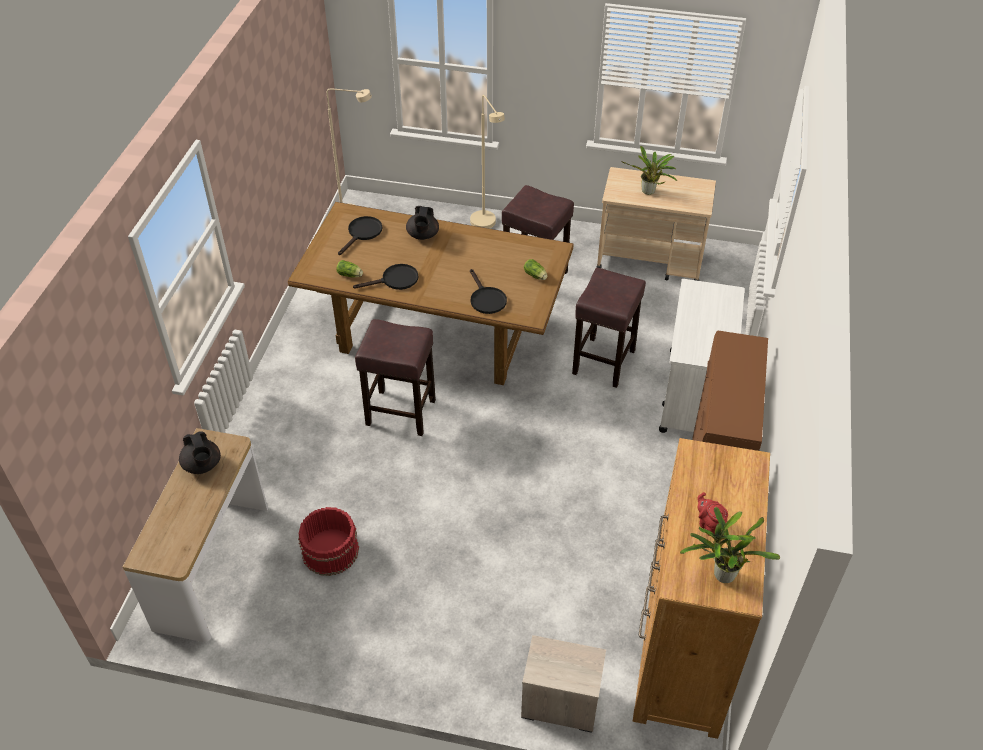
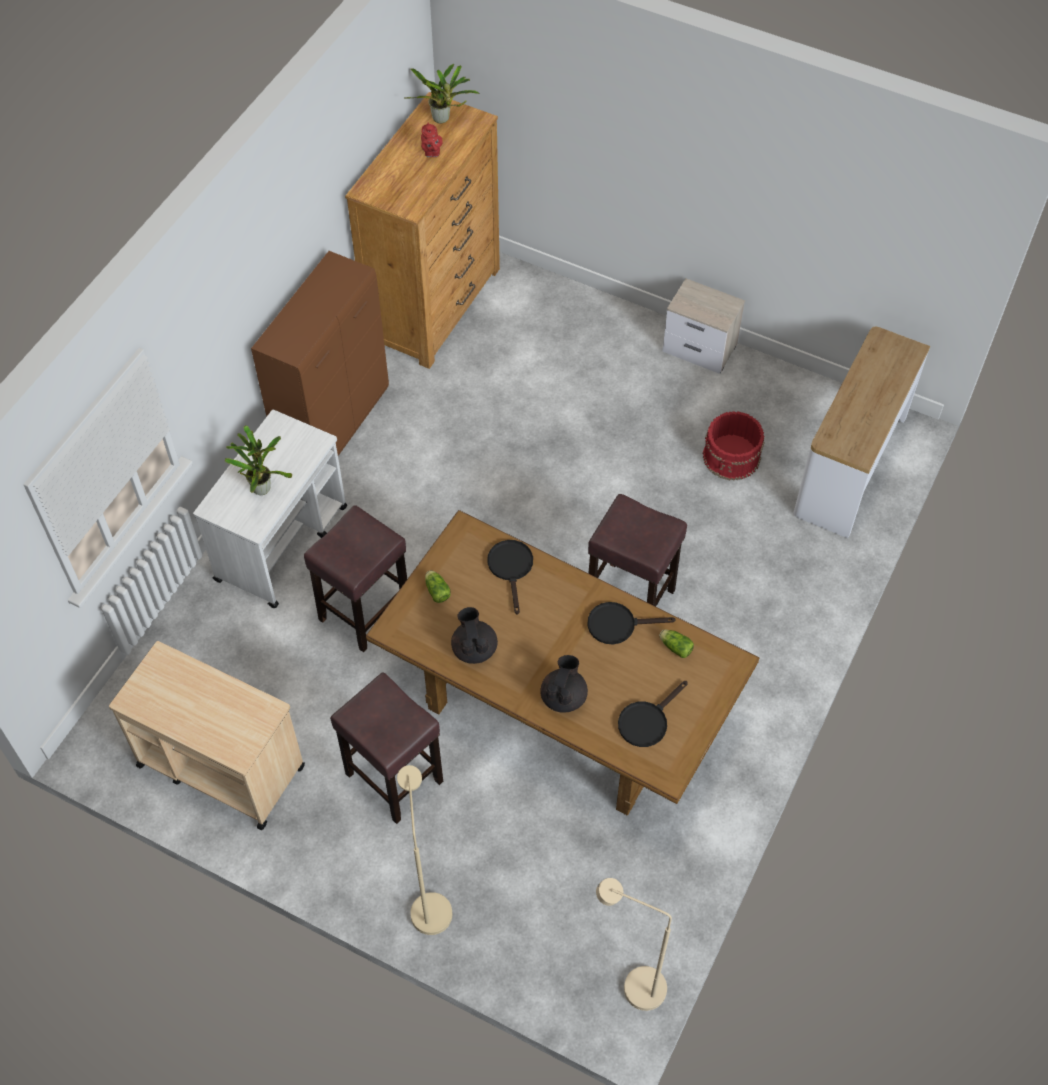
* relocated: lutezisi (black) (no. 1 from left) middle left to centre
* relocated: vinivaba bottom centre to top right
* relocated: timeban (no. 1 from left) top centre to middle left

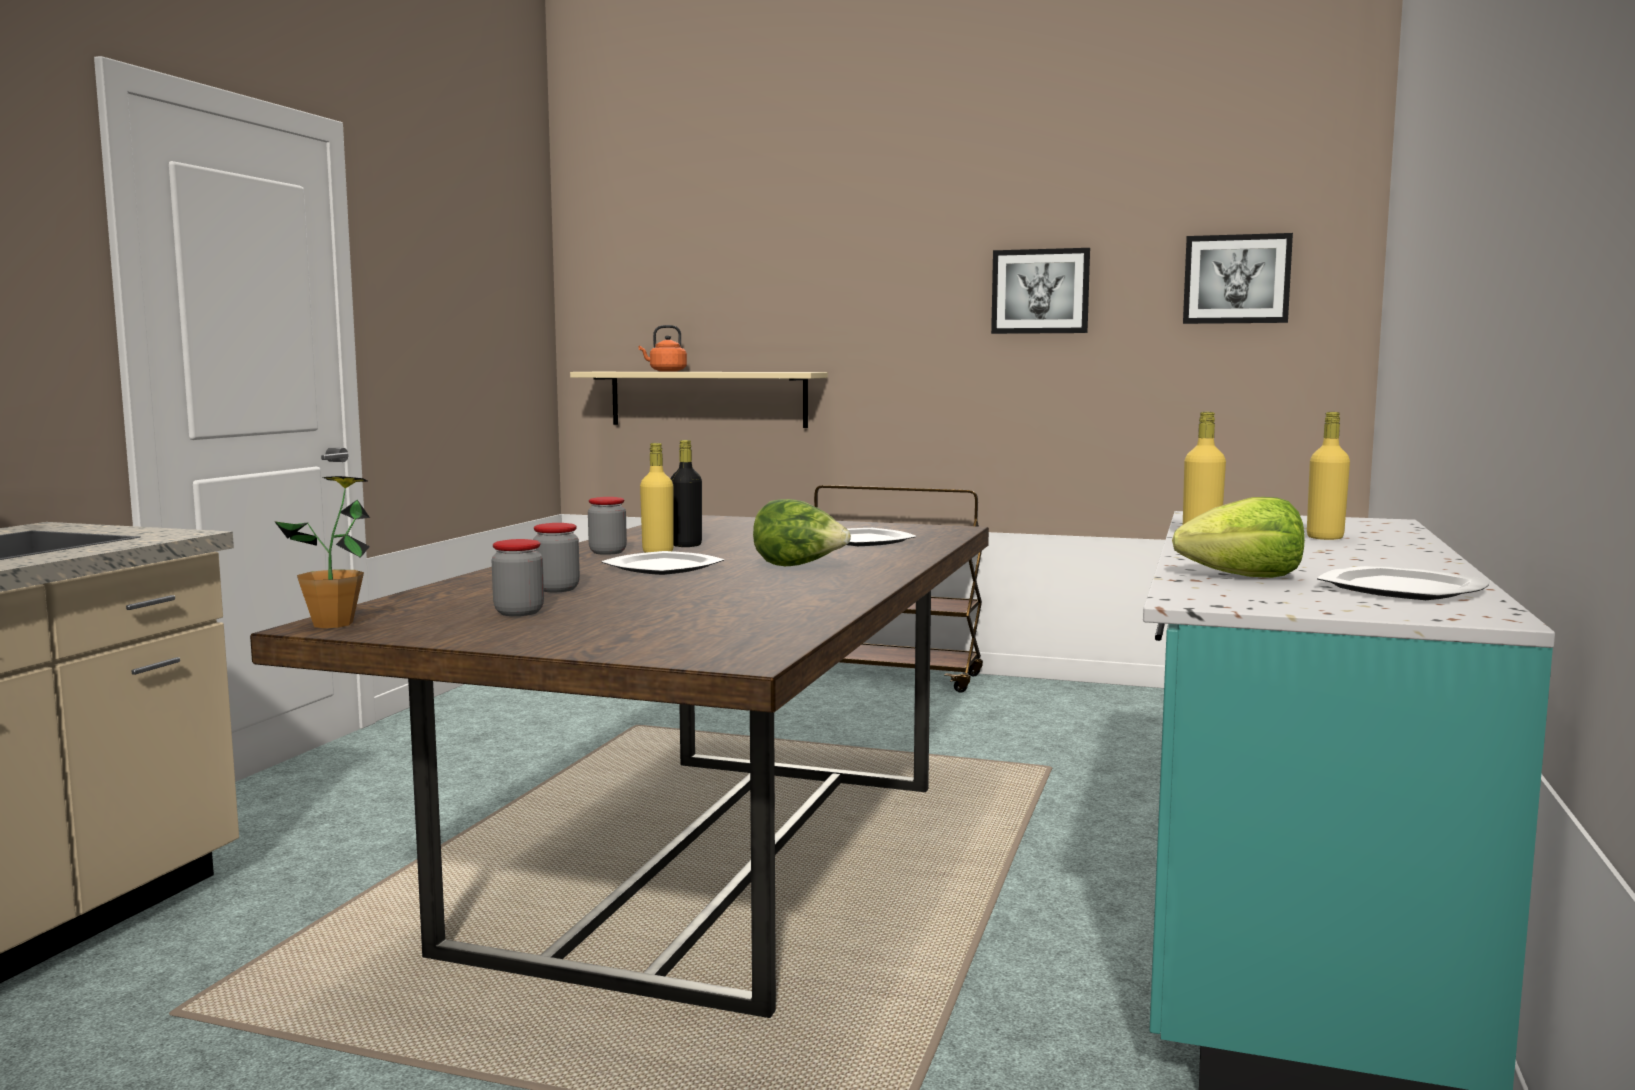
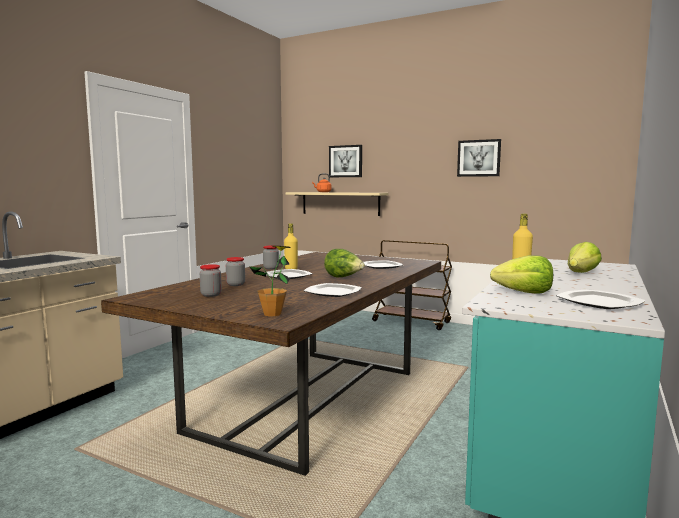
* missing: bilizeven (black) centre
* appeared: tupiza (no. 2 from left) centre
* relocated: timeban middle left to centre
* relocated: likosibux (no. 2 from left in the first image) top right to likosibux (no. 1 from left) top centre
* exchanged: bilizeven (yellow) (no. 3 from left) middle right to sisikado (no. 3 from left) middle right

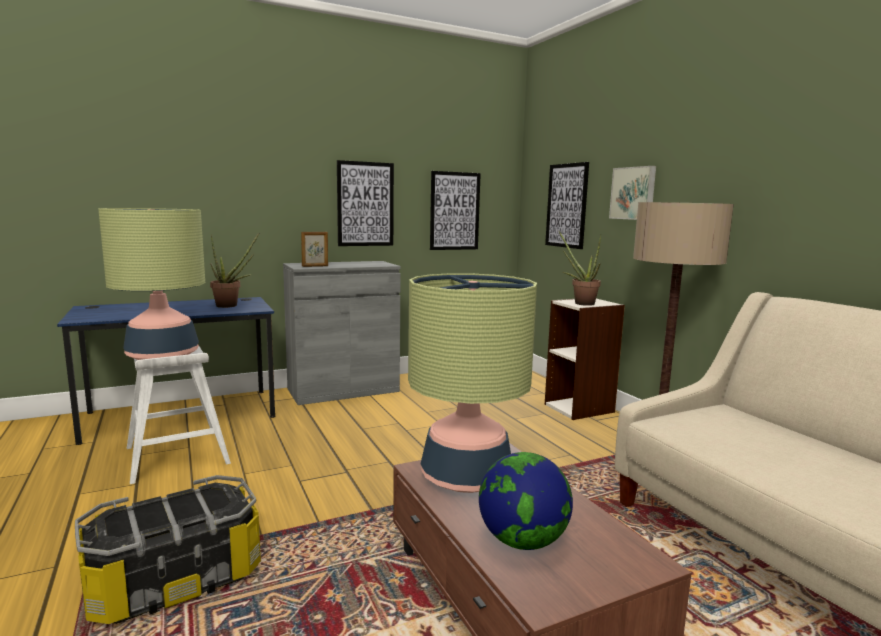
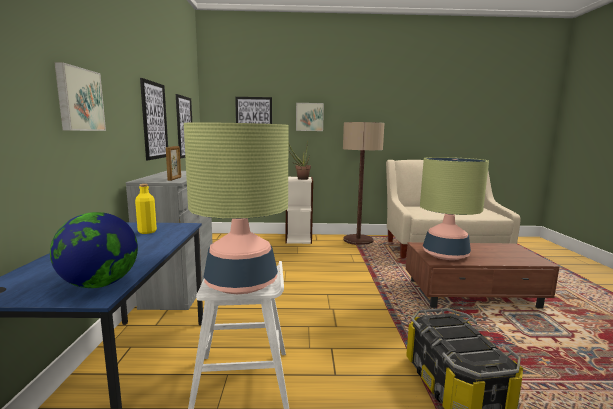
* appeared: likosibux (no. 1 from left) top left
* relocated: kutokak bottom centre to middle left
* exchanged: timeban (no. 1 from left) middle left to bilizeven (yellow) middle left

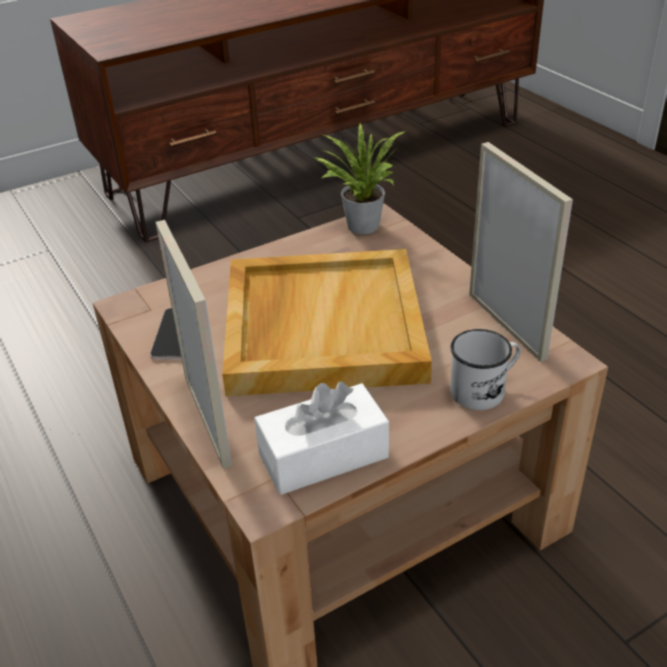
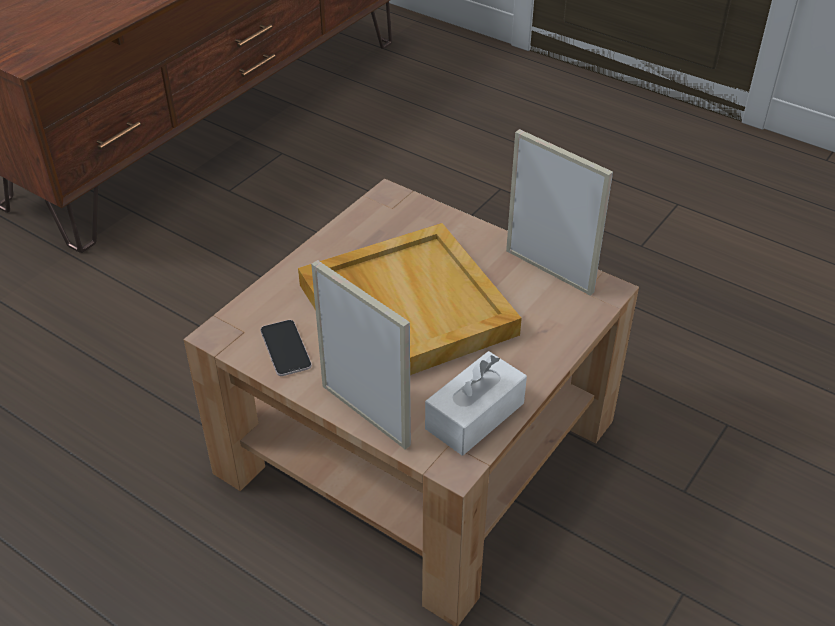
* missing: timeban top centre
* missing: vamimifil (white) middle right

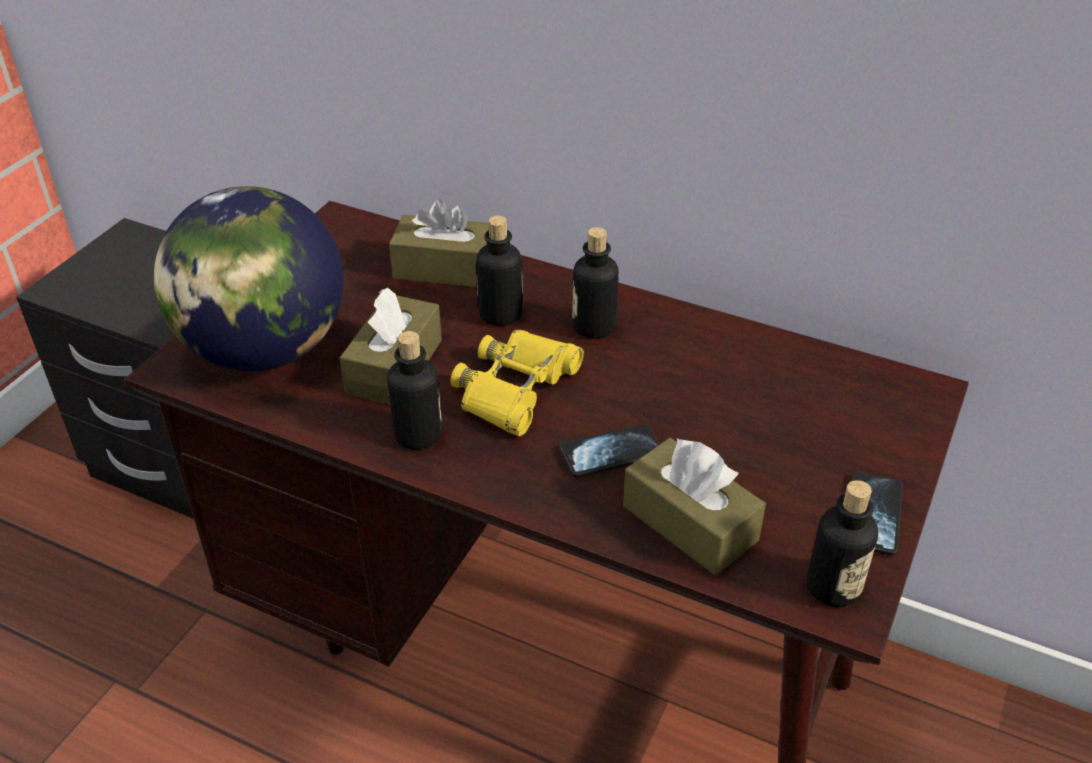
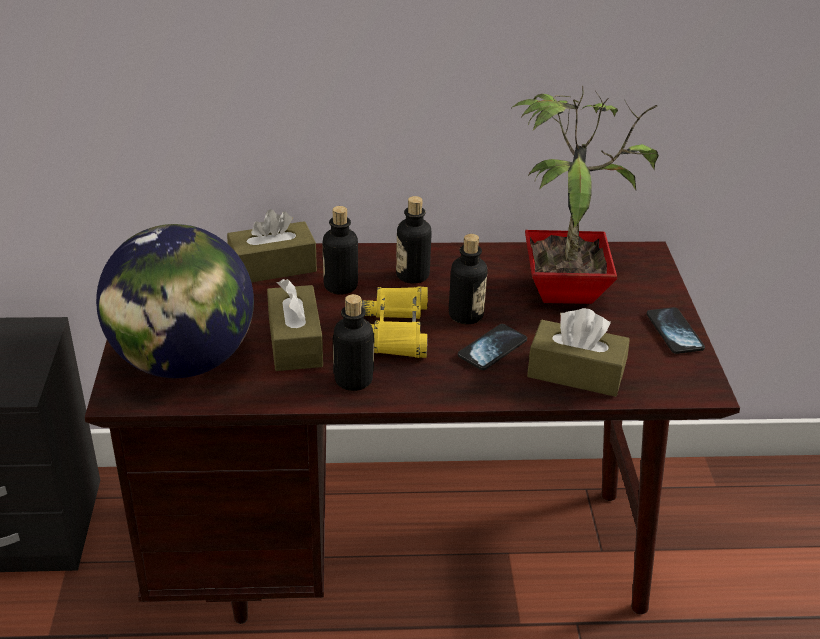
* appeared: timeban top right
* relocated: bilizeven (no. 4 from left) bottom right to centre

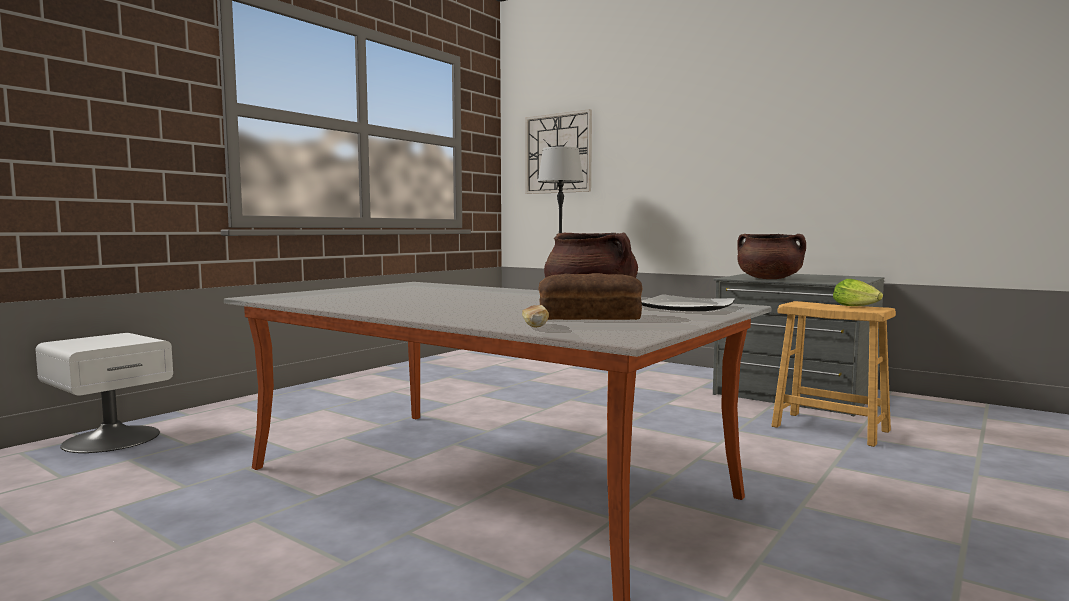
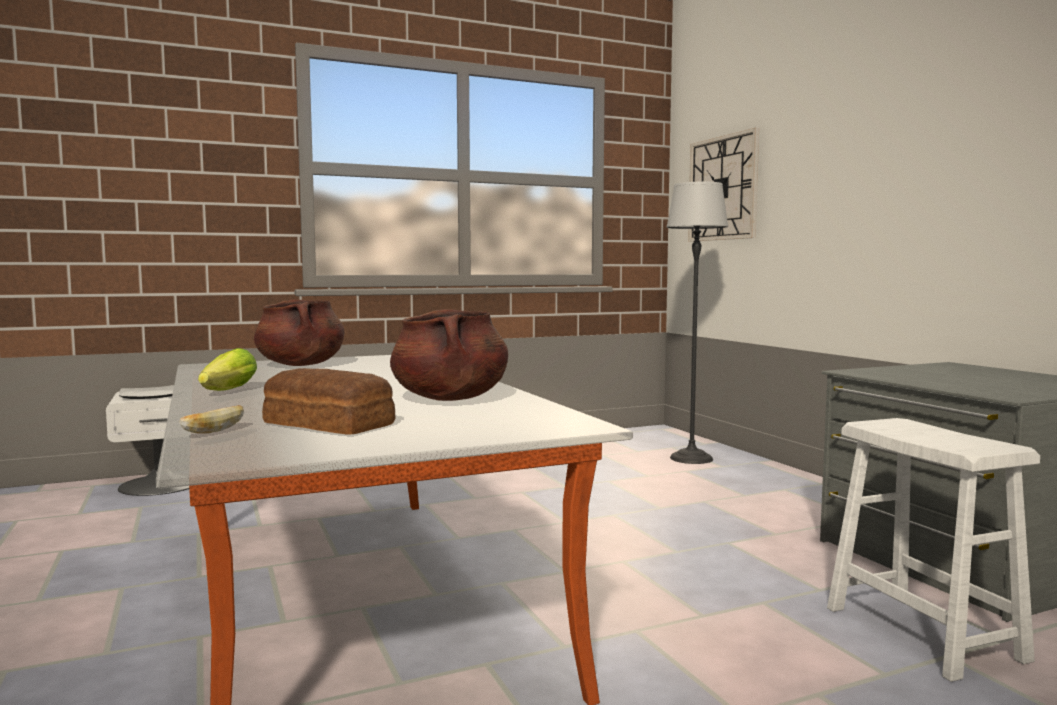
* relocated: tupiza centre to middle left
* relocated: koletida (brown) (no. 2 from left in the first image) middle right to koletida (brown) (no. 1 from left) middle left
* relocated: sisikado middle right to middle left
* colour: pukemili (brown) middle right to pukemili (white) bottom right

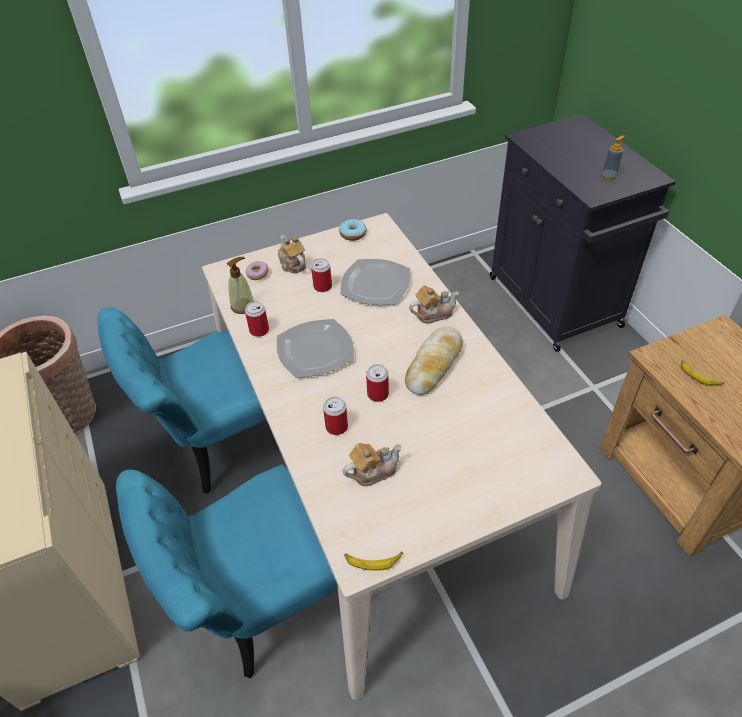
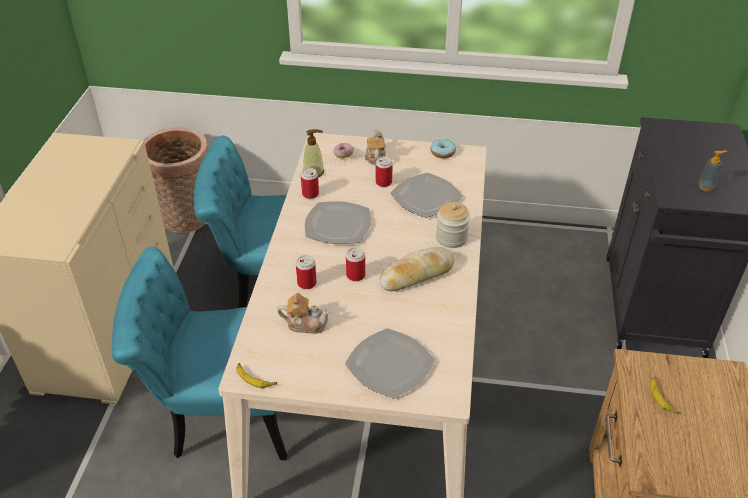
* appeared: tupiza (no. 2 from left) bottom centre
* exchanged: lutezisi (no. 3 from left) centre to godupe centre

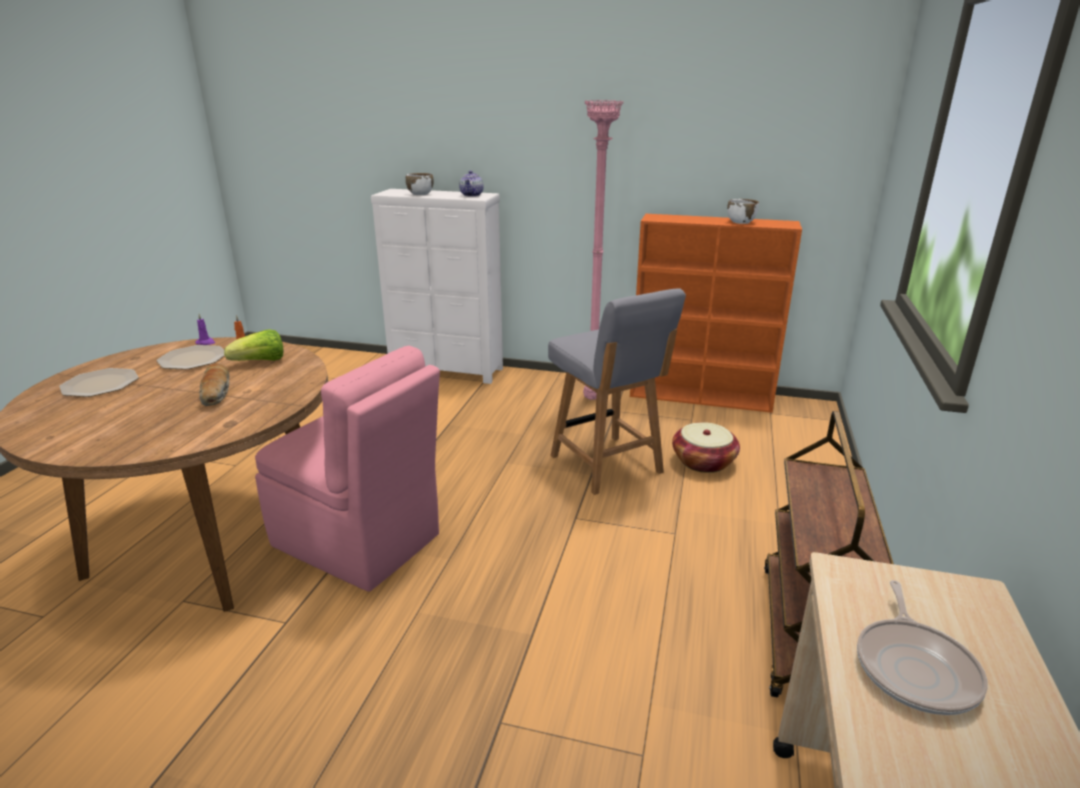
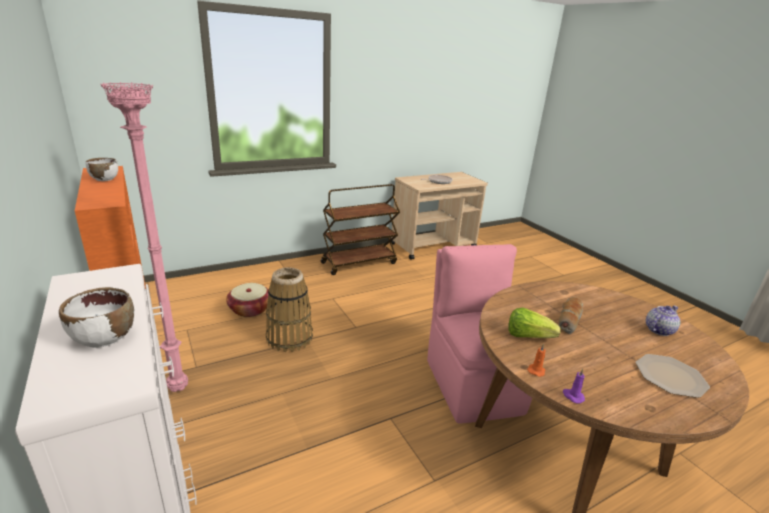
* missing: tupiza (no. 2 from left) middle left
* relocated: lutezisi top centre to middle right
* exchanged: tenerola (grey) centre to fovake (no. 2 from left) centre

